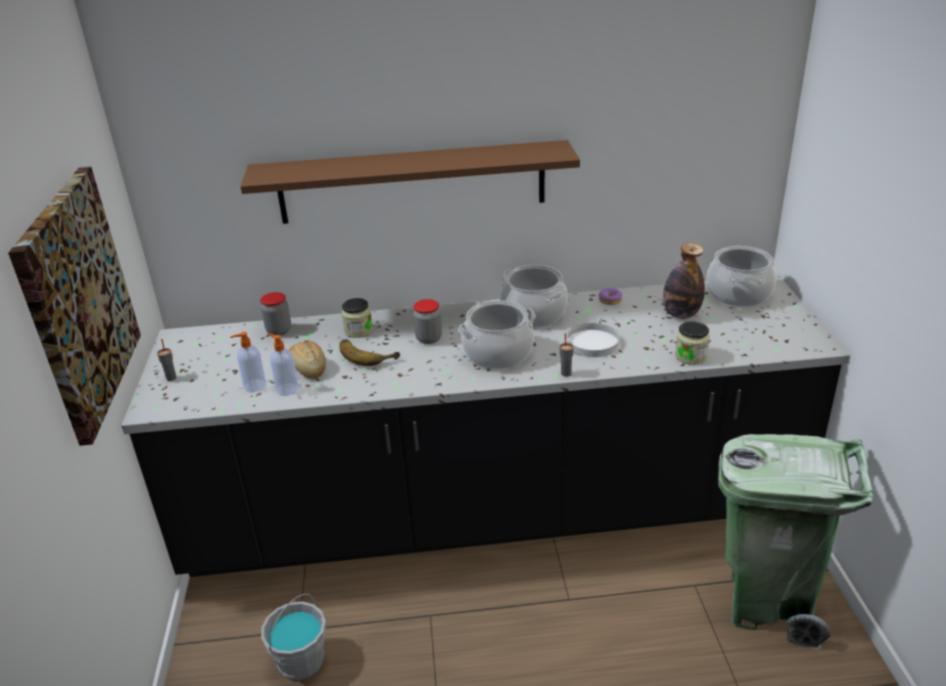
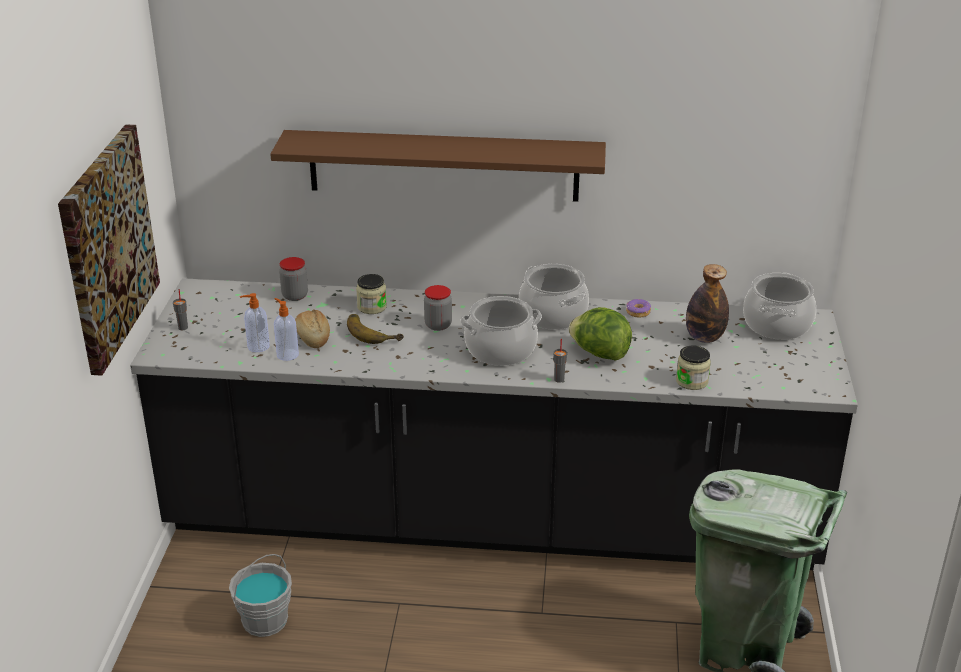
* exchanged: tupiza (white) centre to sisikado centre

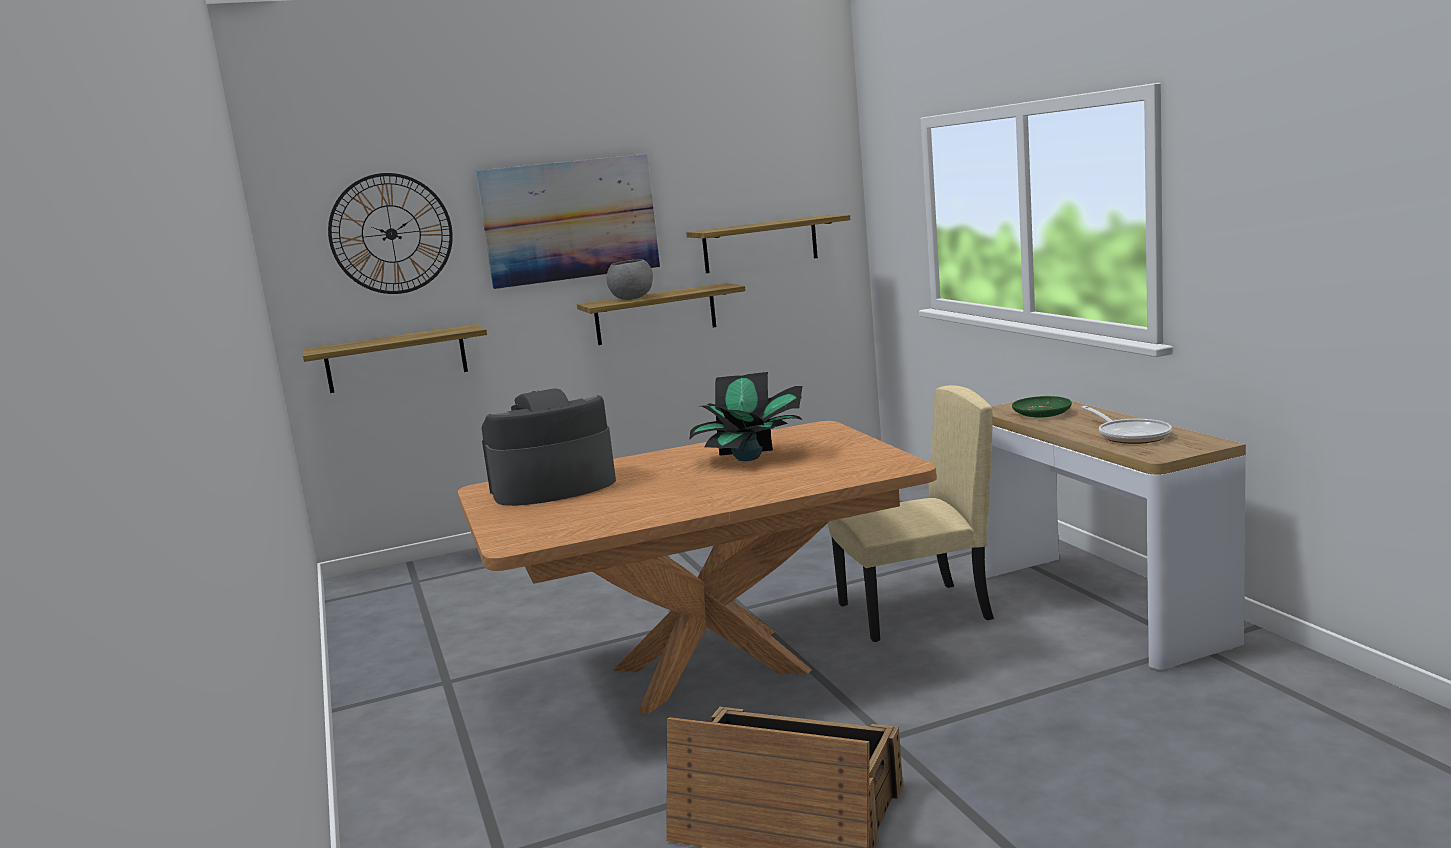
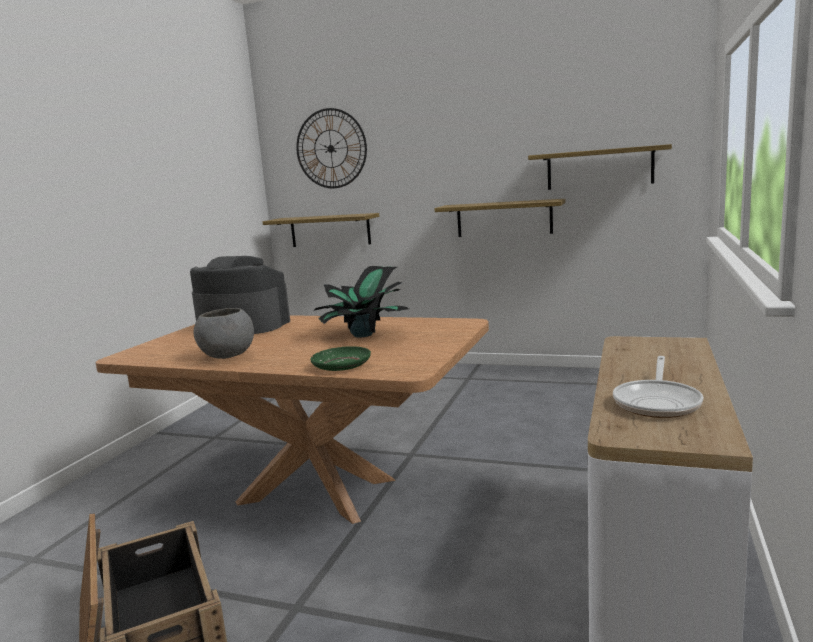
* missing: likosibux top centre
* missing: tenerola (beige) centre
* relocated: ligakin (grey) top centre to middle left
* relocated: tupiza (green) middle right to centre

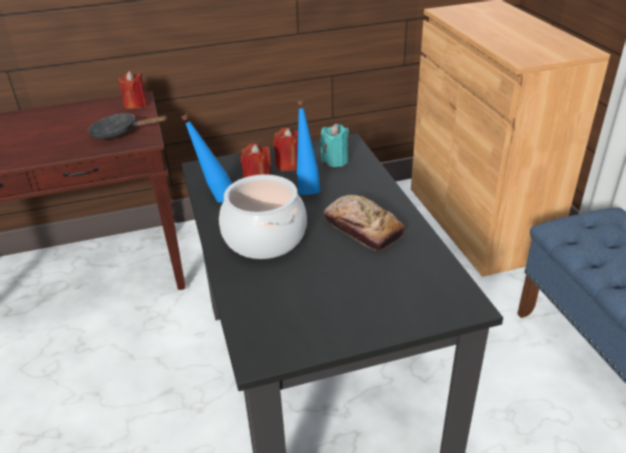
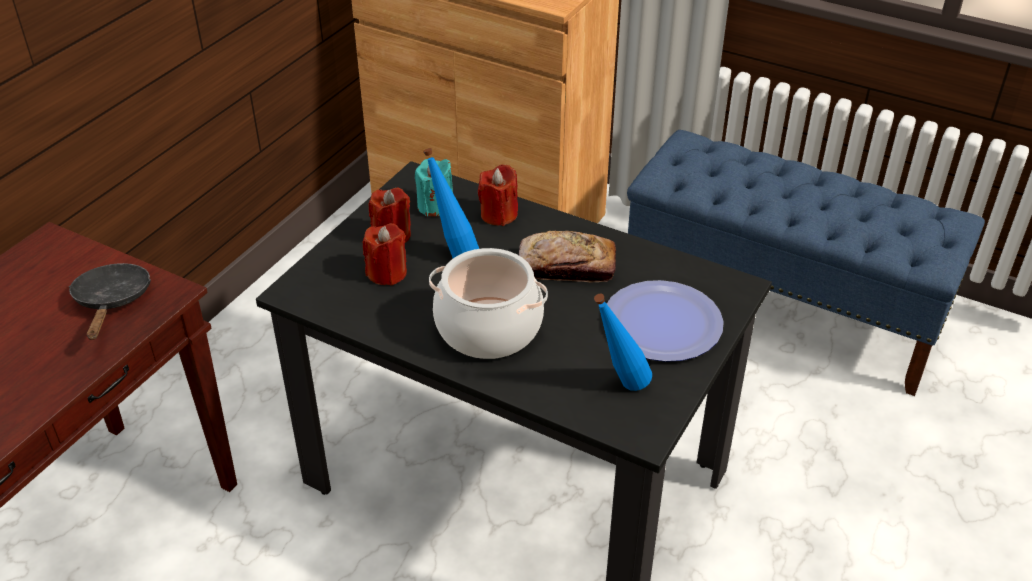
* appeared: tupiza centre
* relocated: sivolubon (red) (no. 1 from left in the first image) top left to sivolubon (red) (no. 3 from left) centre
* relocated: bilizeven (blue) (no. 1 from left in the first image) middle left to bilizeven (blue) (no. 2 from left) centre
* spun: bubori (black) top left = middle left 120 degrees clockwise

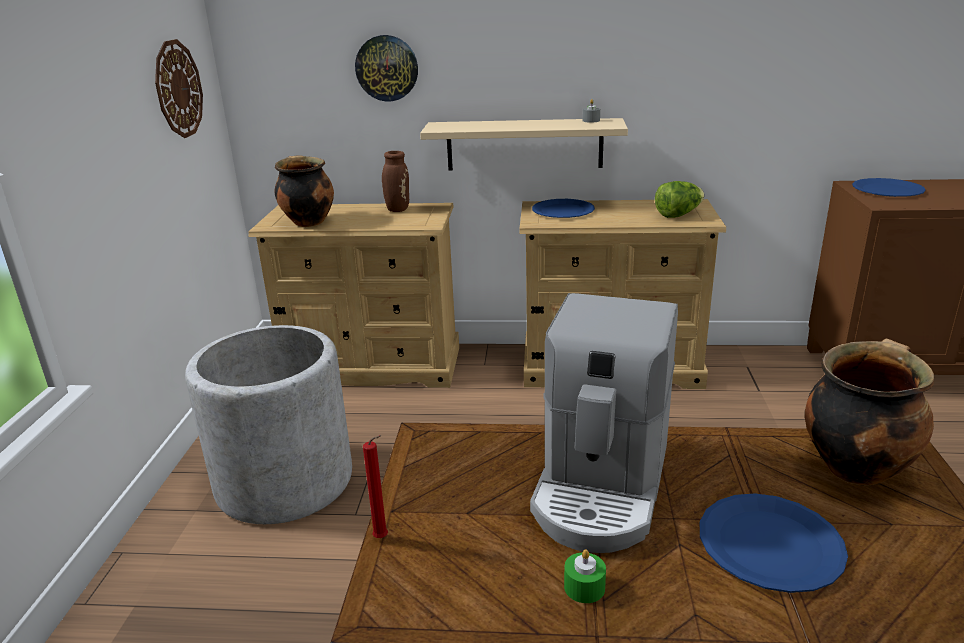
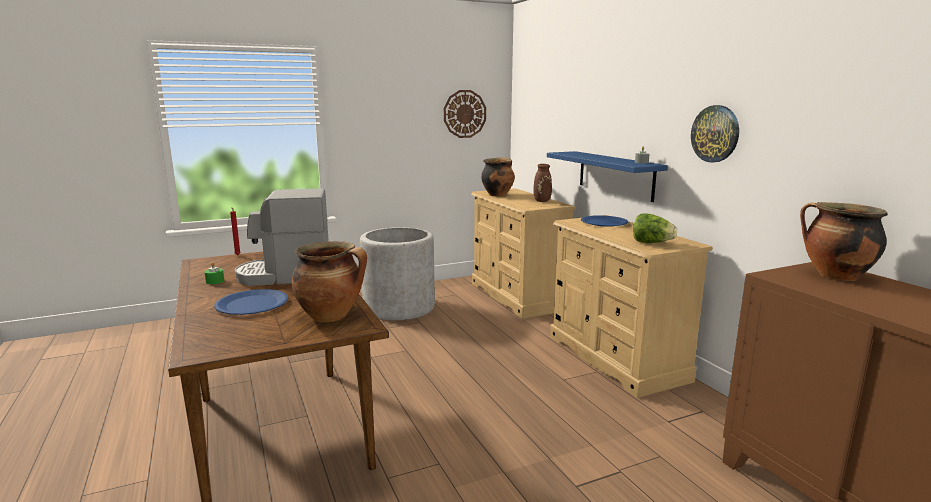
* relocated: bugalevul (no. 2 from left) top centre to top right
* exchanged: tupiza (blue) (no. 3 from left) top right to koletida (no. 3 from left) middle right
* colour: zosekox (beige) top centre to zosekox (blue) centre

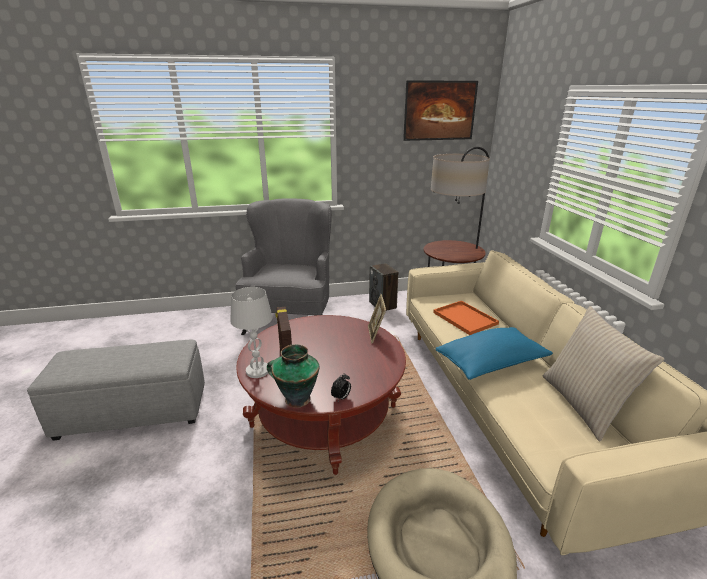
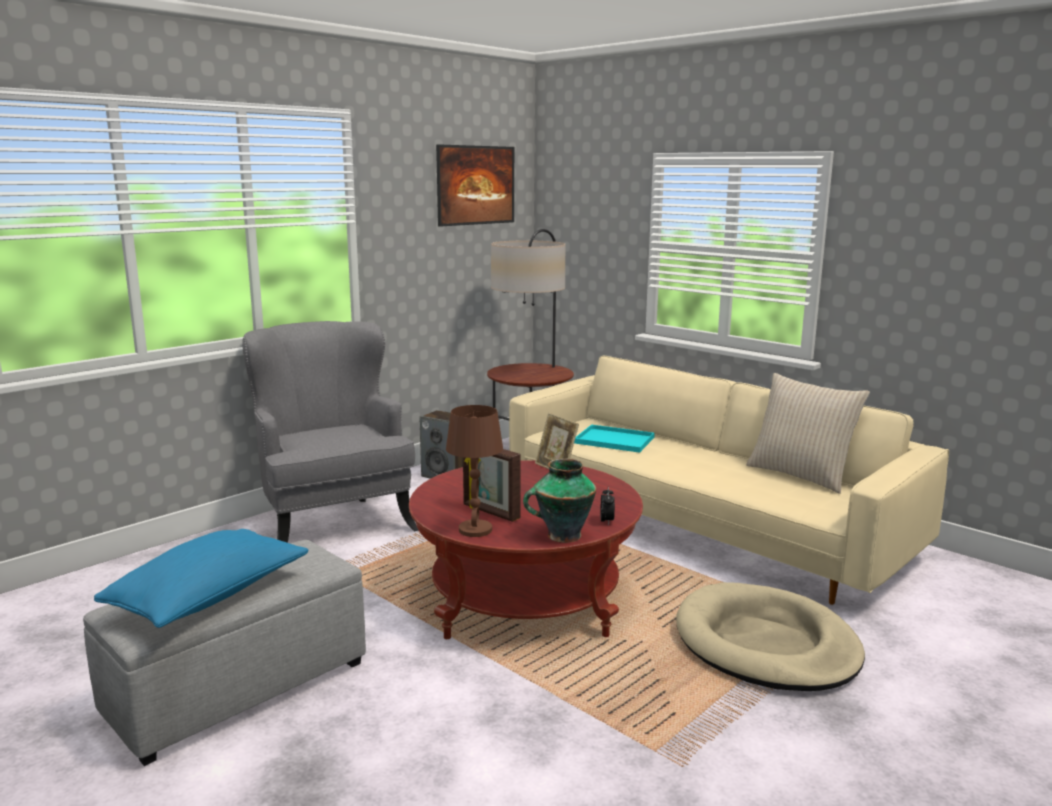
* relocated: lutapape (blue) middle right to bottom left
* colour: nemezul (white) centre to nemezul (brown) centre
* colour: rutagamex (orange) centre to rutagamex (turquoise) centre

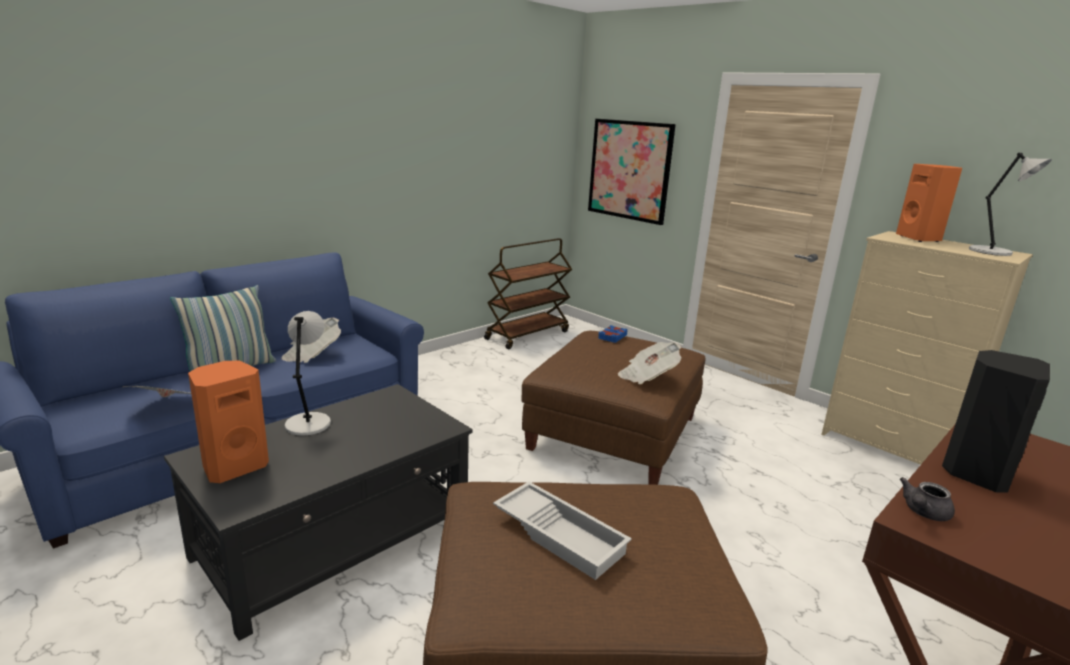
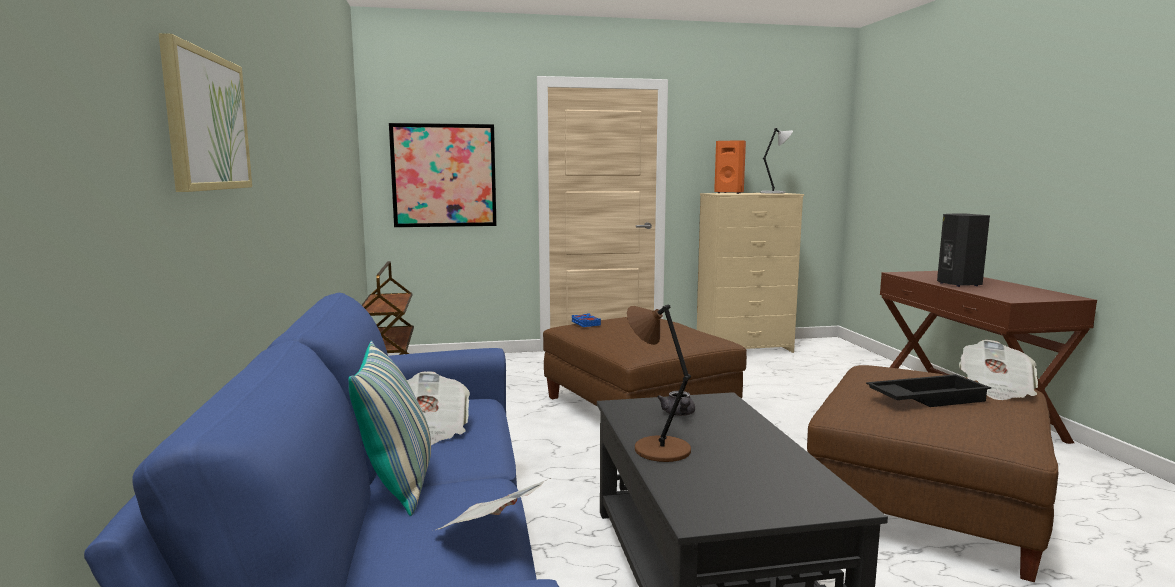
* missing: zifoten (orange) (no. 1 from left) middle left
* appeared: likosibux (no. 1 from left) top left
* relocated: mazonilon (no. 3 from left) centre to middle right
* relocated: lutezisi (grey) bottom right to bottom centre
* colour: nemezul (grey) (no. 1 from left) middle left to nemezul (brown) centre
* colour: rutagamex (white) bottom centre to rutagamex (black) middle right

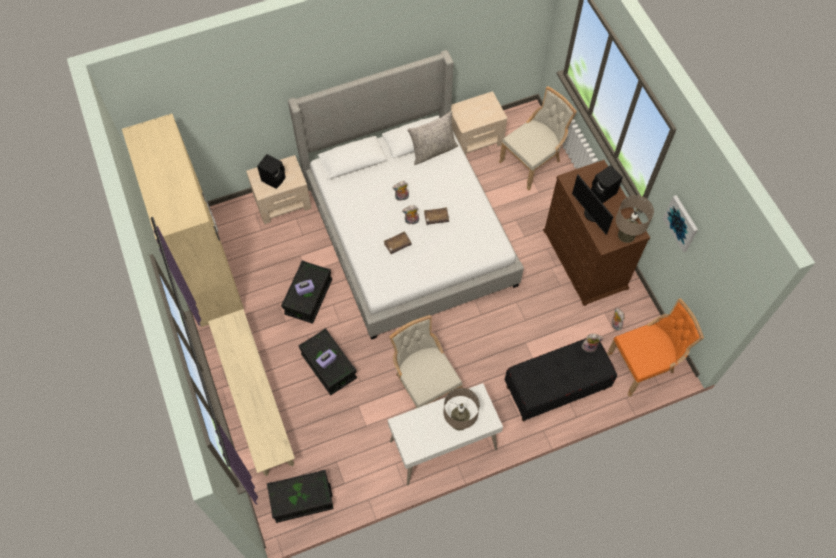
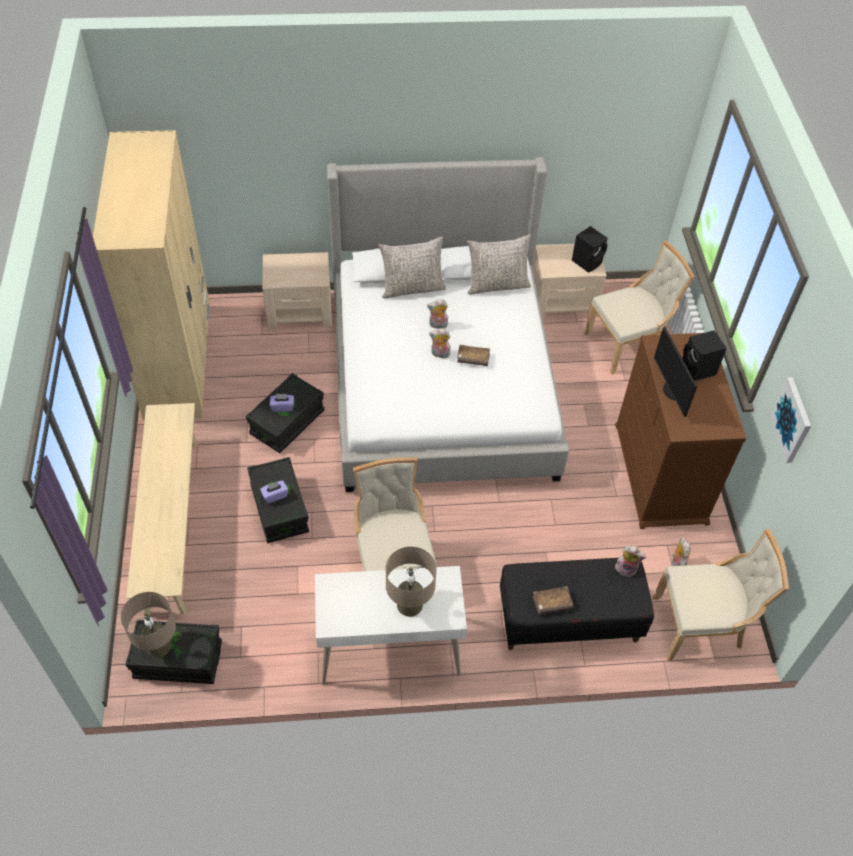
* appeared: lutapape (grey) (no. 1 from left) top centre
* relocated: zifoten (black) (no. 1 from left) top left to top right
* relocated: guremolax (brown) (no. 1 from left in the first image) centre to guremolax (brown) (no. 2 from left) bottom centre
* relocated: nemezul (beige) (no. 2 from left in the first image) middle right to nemezul (beige) (no. 1 from left) bottom left
* colour: tenerola (orange) middle right to tenerola (beige) (no. 3 from left) bottom right

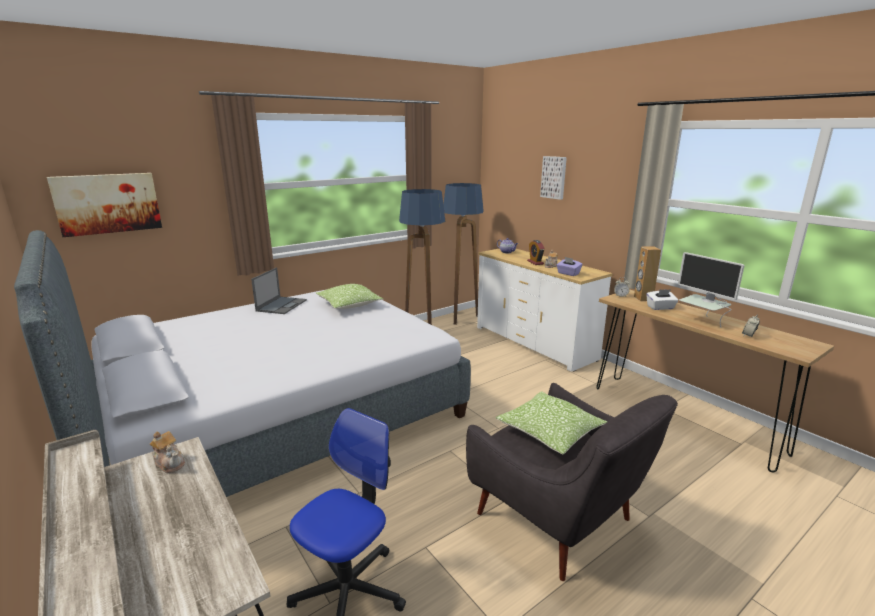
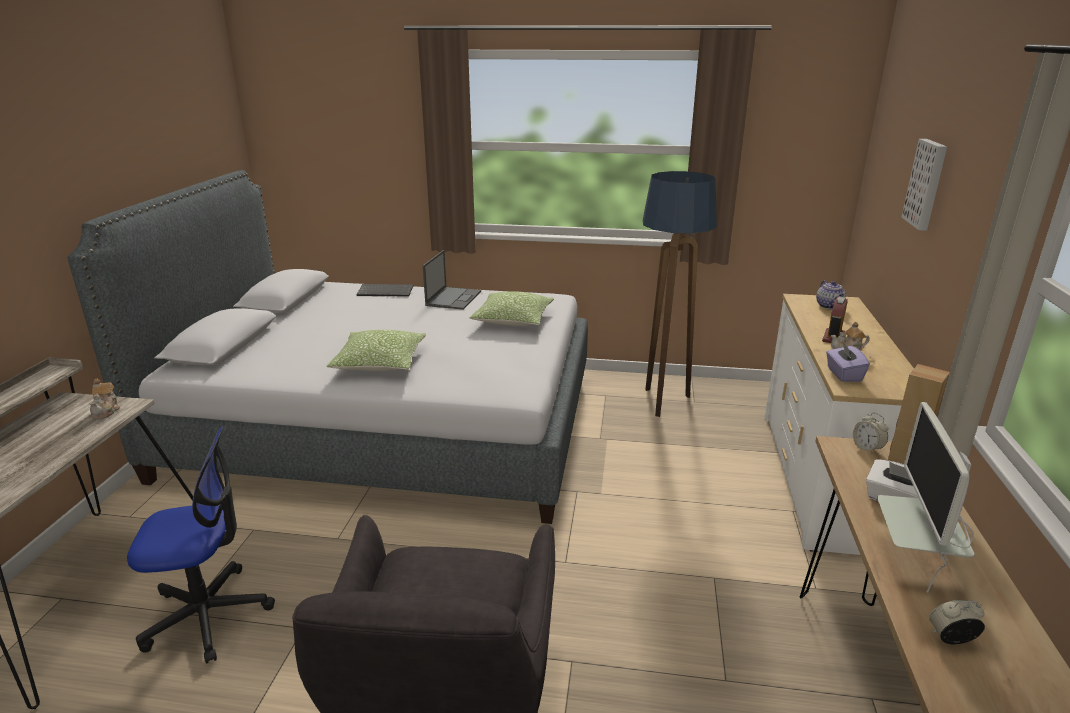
* missing: likosibux (no. 1 from left) top left
* missing: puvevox (no. 2 from left) centre
* appeared: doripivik centre
* relocated: lutapape (no. 2 from left in the first image) bottom centre to lutapape (no. 1 from left) centre
* spun: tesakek middle left = centre 45 degrees counterclockwise

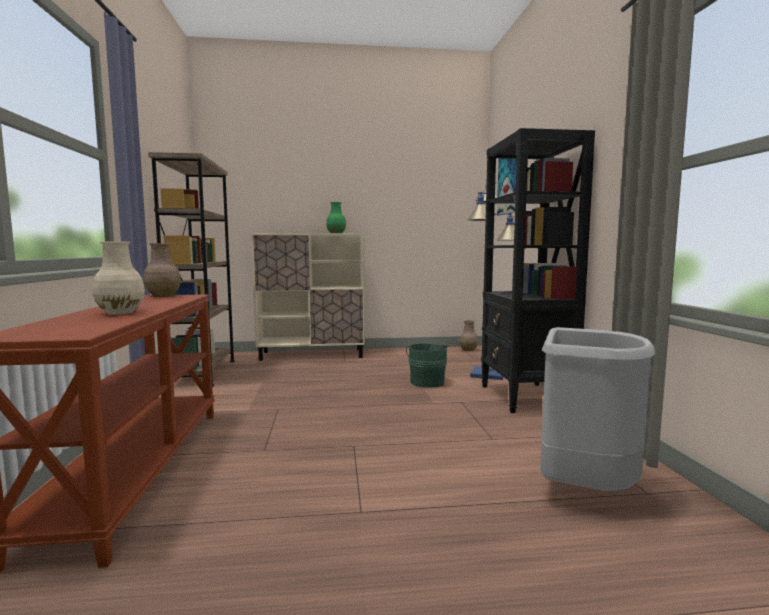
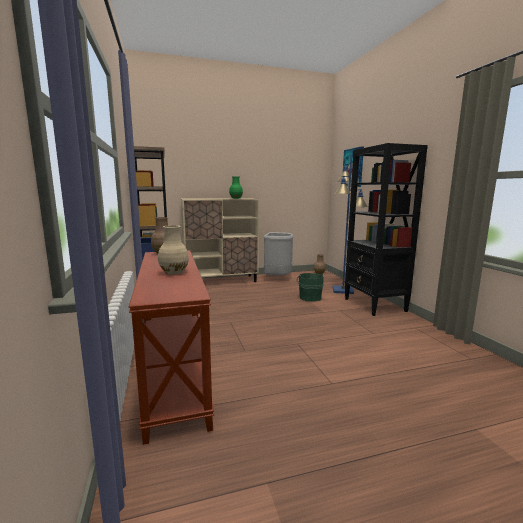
* relocated: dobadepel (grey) middle right to centre

